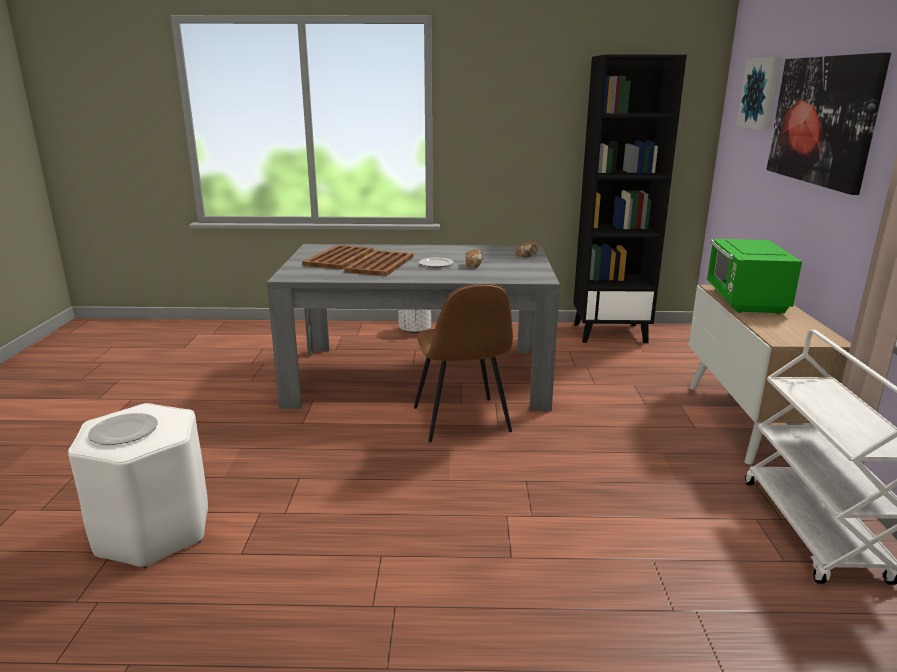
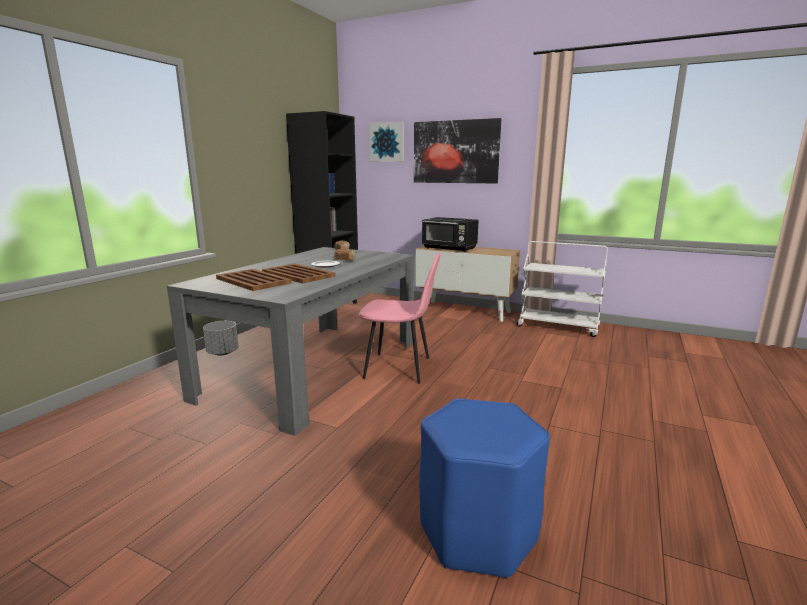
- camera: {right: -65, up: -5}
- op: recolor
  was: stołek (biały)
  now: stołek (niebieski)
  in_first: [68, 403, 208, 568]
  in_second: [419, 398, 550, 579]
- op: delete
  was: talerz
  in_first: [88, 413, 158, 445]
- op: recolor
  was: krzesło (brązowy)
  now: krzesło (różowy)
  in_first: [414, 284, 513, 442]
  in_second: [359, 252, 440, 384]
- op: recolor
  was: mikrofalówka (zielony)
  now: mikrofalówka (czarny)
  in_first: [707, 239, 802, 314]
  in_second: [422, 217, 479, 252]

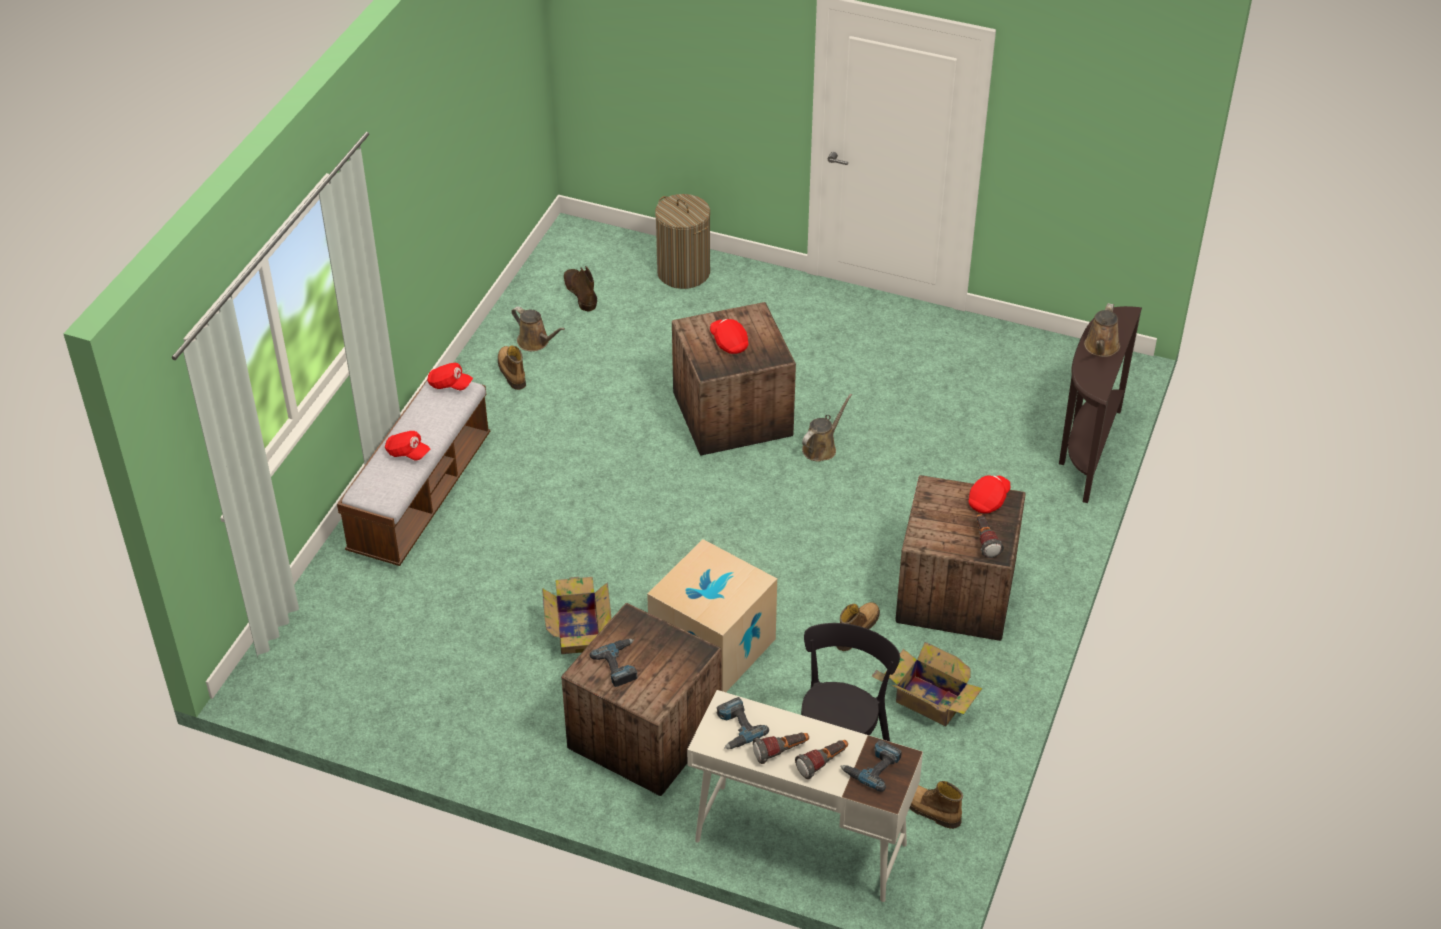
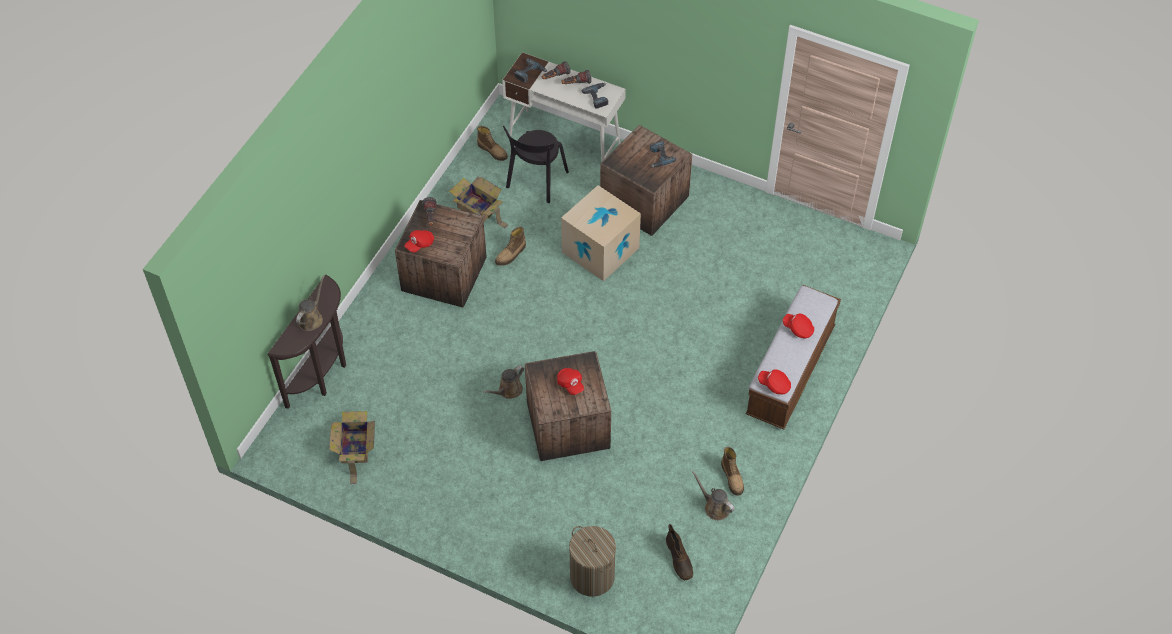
- camera: {right: -175, up: 10}
- op: move
  was: karton
  in_first: [542, 577, 612, 654]
  in_second: [329, 411, 375, 484]

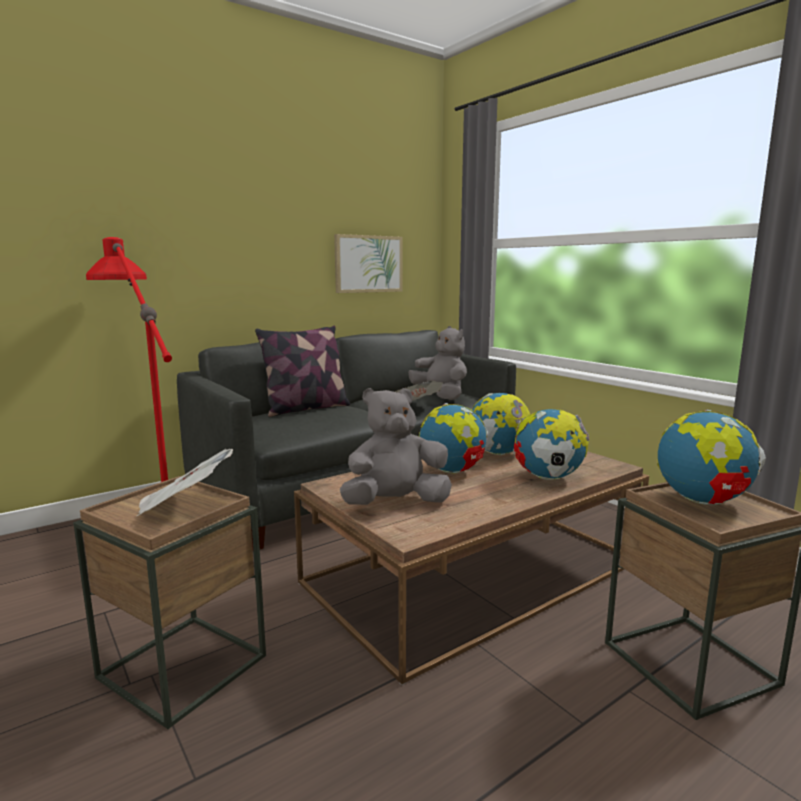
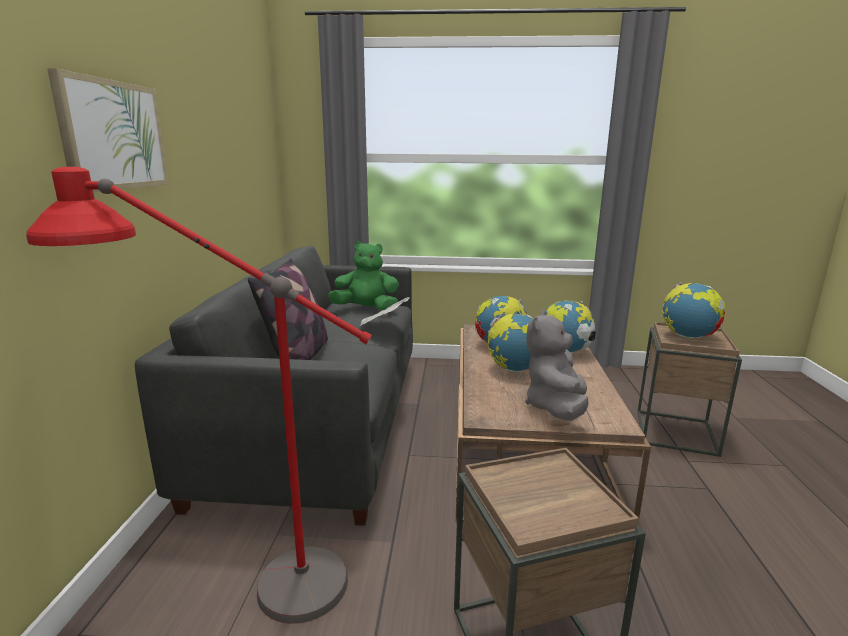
- camera: {right: -50, up: 5}
- op: delete
  was: gazeta
  in_first: [137, 449, 233, 516]
- op: move
  was: obraz
  in_first: [334, 234, 402, 293]
  in_second: [47, 68, 168, 192]
- op: recolor
  was: pluszak (szary)
  now: pluszak (zielony)
  in_first: [408, 326, 467, 400]
  in_second: [328, 241, 399, 311]

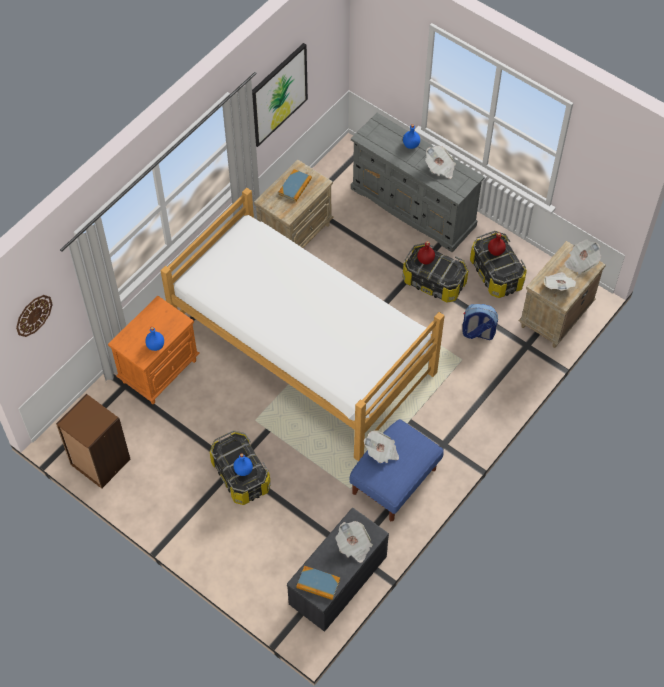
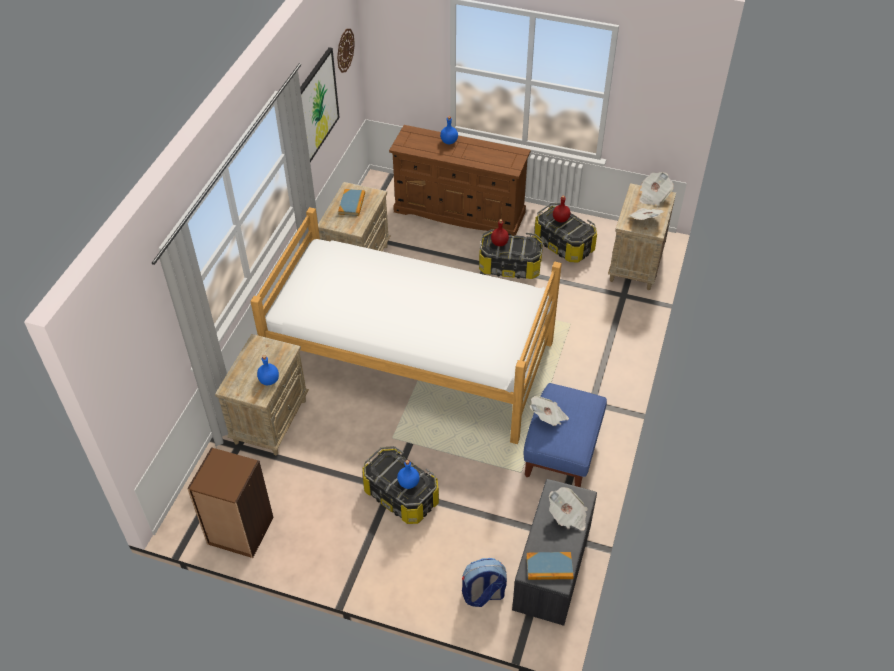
- camera: {right: -20, up: -10}
- op: move
  was: zegar ścienny
  in_first: [16, 295, 53, 337]
  in_second: [337, 29, 355, 73]
- op: recolor
  was: szafka nocna (pomarańczowy)
  now: szafka nocna (beżowy)
  in_first: [108, 296, 200, 404]
  in_second: [215, 334, 309, 456]
- op: recolor
  was: komoda (szary)
  now: komoda (brązowy)
  in_first: [351, 113, 484, 252]
  in_second: [389, 125, 531, 236]
- op: delete
  was: gazeta
  in_first: [425, 146, 456, 179]
- op: move
  was: plecak
  in_first: [462, 304, 498, 340]
  in_second: [462, 558, 507, 607]

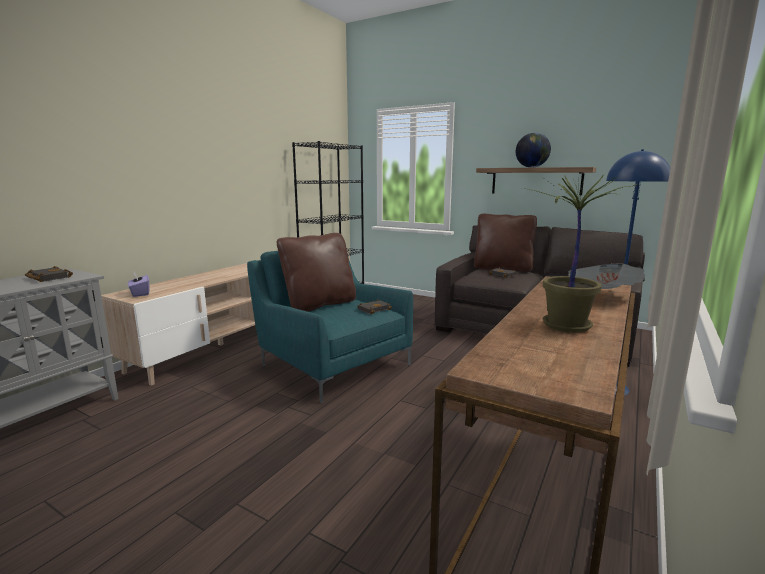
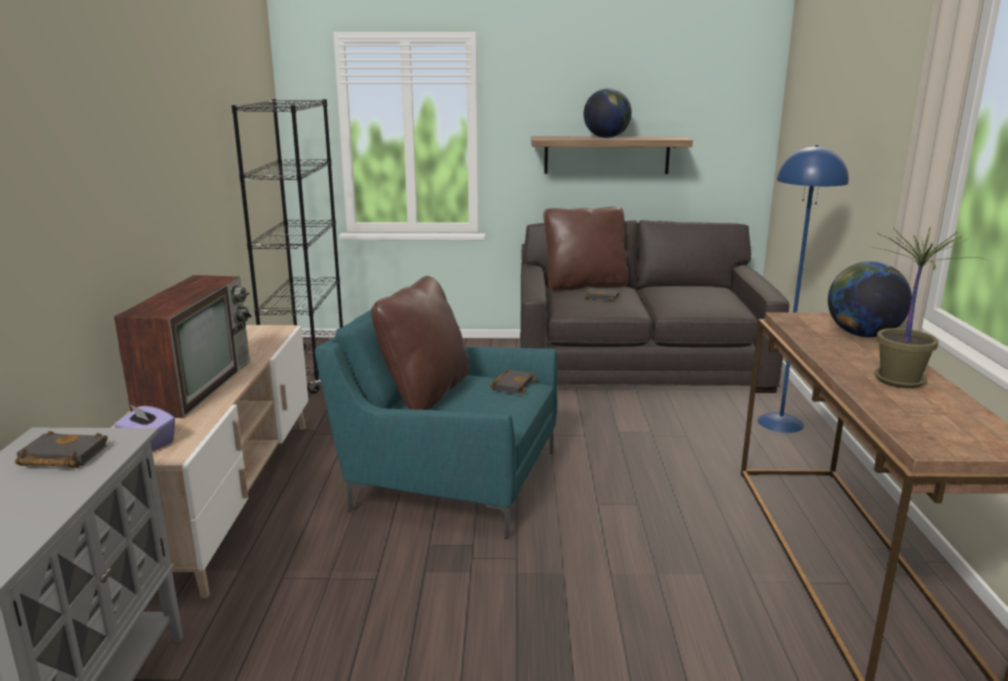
- camera: {right: -30, up: 5}
- op: replace
  was: gazeta
  now: globus
  in_first: [568, 264, 645, 289]
  in_second: [828, 261, 912, 337]
- op: insert
  now: telewizor
  in_second: [114, 275, 252, 418]

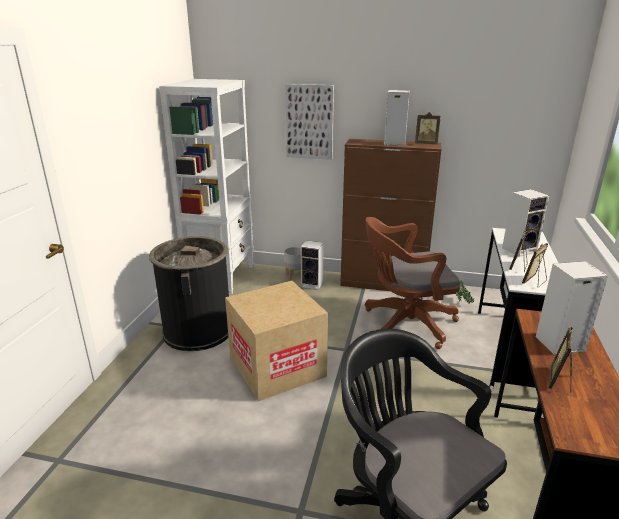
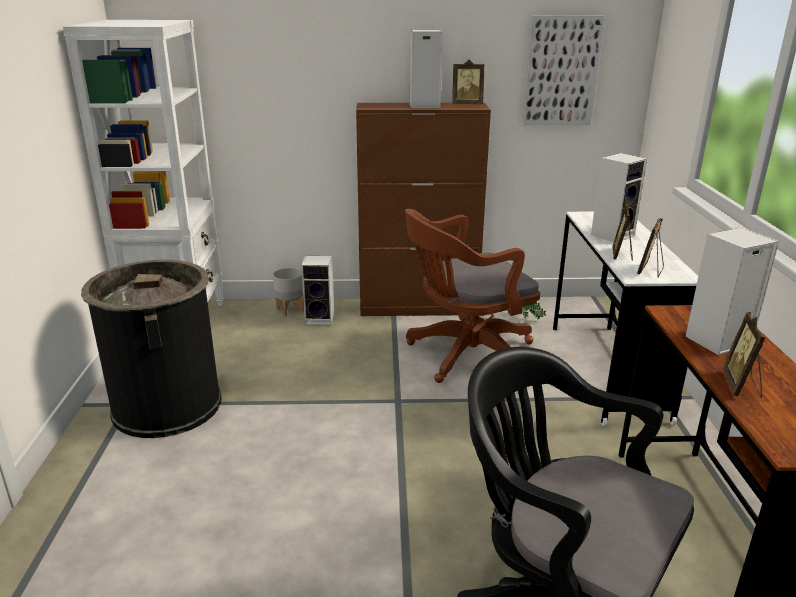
- camera: {right: -15, up: 0}
- op: delete
  was: karton
  in_first: [225, 281, 328, 401]
- op: move
  was: obraz
  in_first: [285, 84, 334, 160]
  in_second: [523, 15, 604, 126]

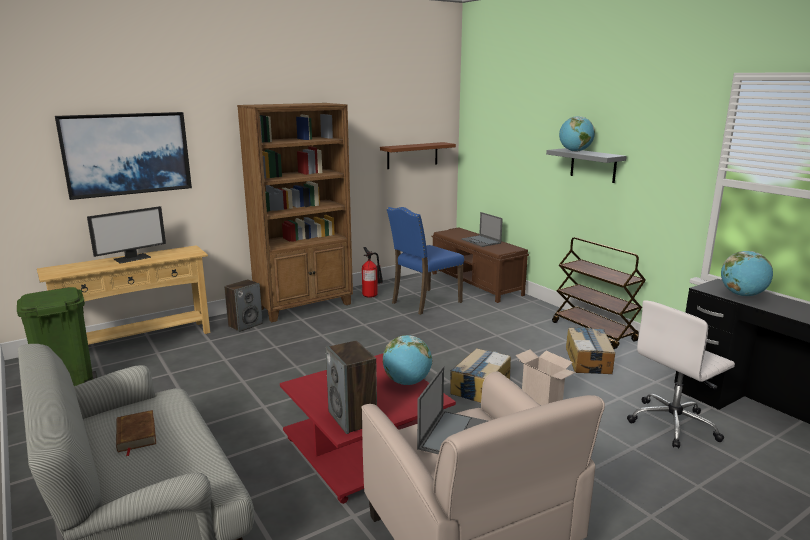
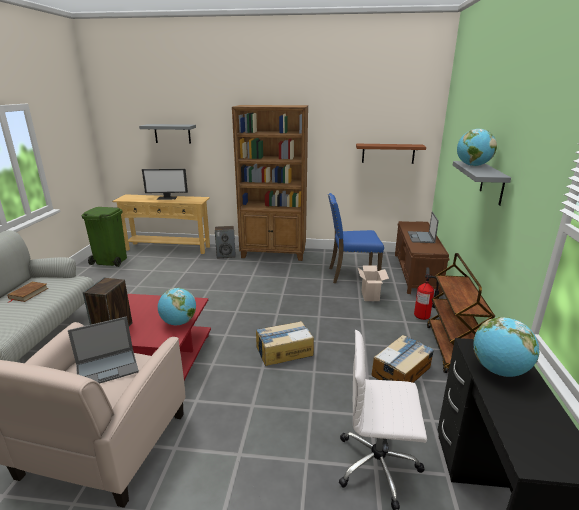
- camera: {right: 40, up: 5}
- op: replace
  was: obraz
  now: półka (szary)
  in_first: [55, 112, 192, 200]
  in_second: [139, 124, 196, 143]
- op: move
  was: gaśnica
  in_first: [362, 247, 383, 298]
  in_second: [414, 267, 439, 320]
- op: move
  was: karton
  in_first: [516, 349, 576, 405]
  in_second: [357, 265, 389, 301]

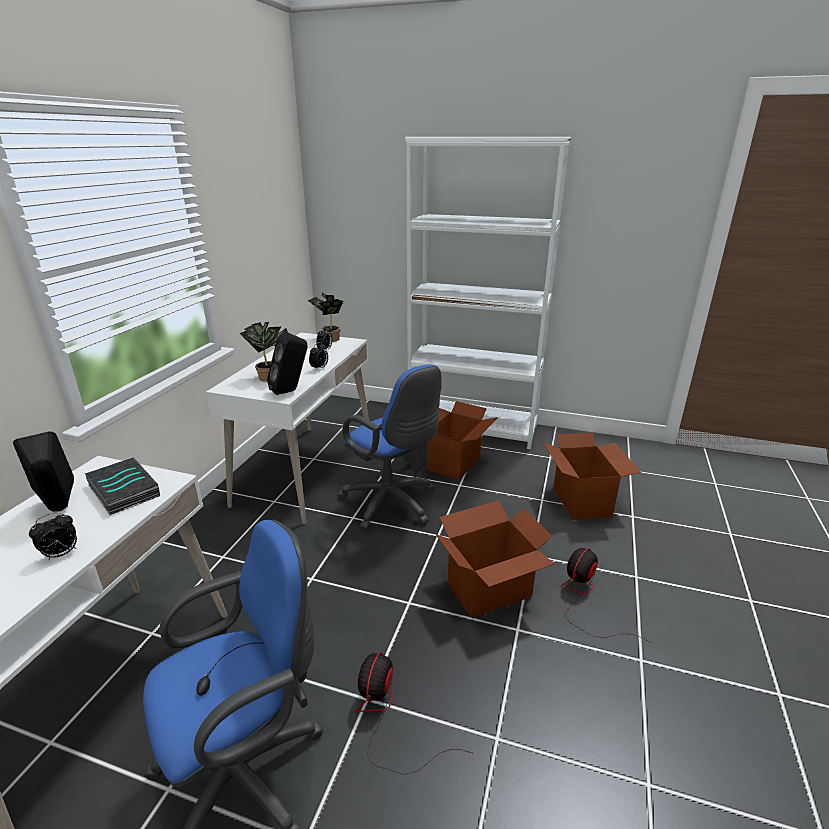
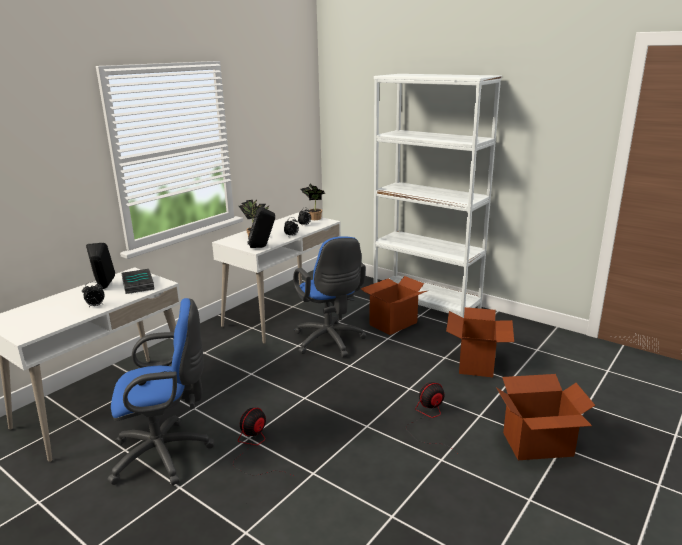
- camera: {right: 20, up: -5}
- op: move
  was: karton
  in_first: [436, 500, 554, 619]
  in_second: [496, 374, 596, 460]

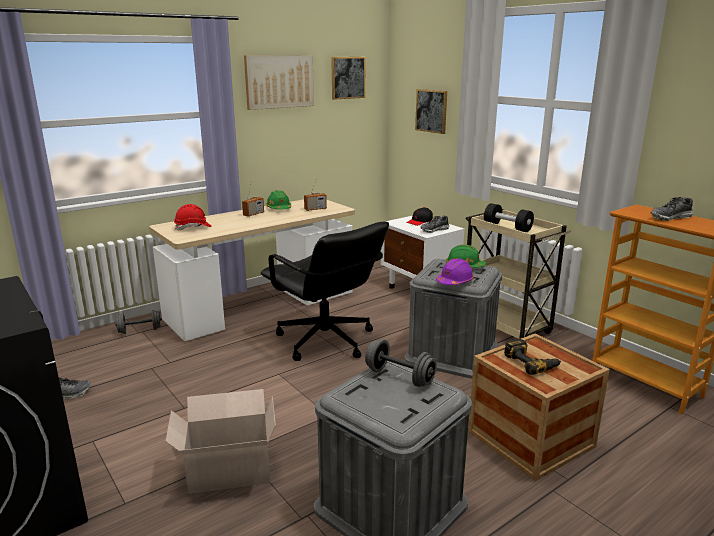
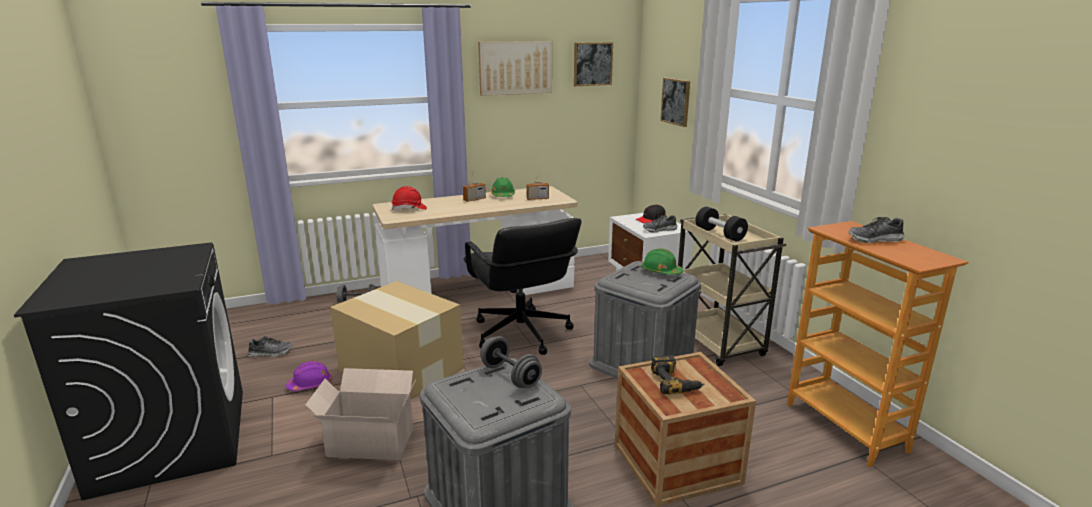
- camera: {right: 15, up: 0}
- op: move
  was: kask (fioletowy)
  in_first: [436, 258, 474, 285]
  in_second: [286, 361, 332, 391]
- op: insert
  now: karton
  in_second: [330, 281, 464, 399]

